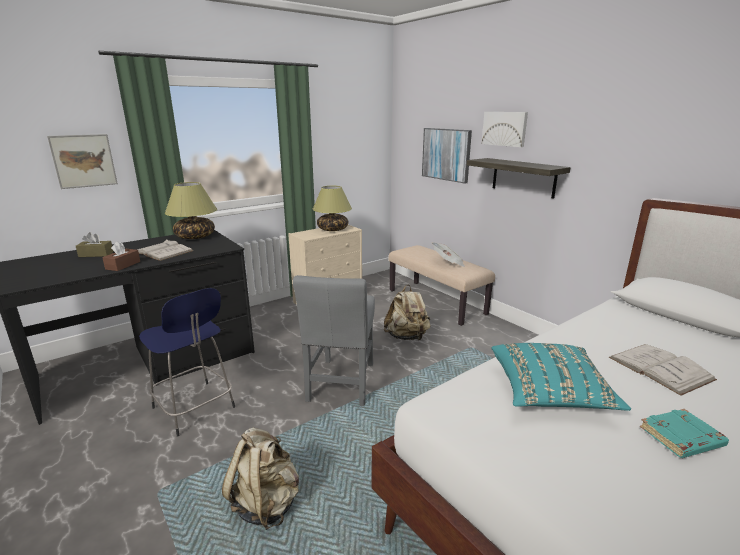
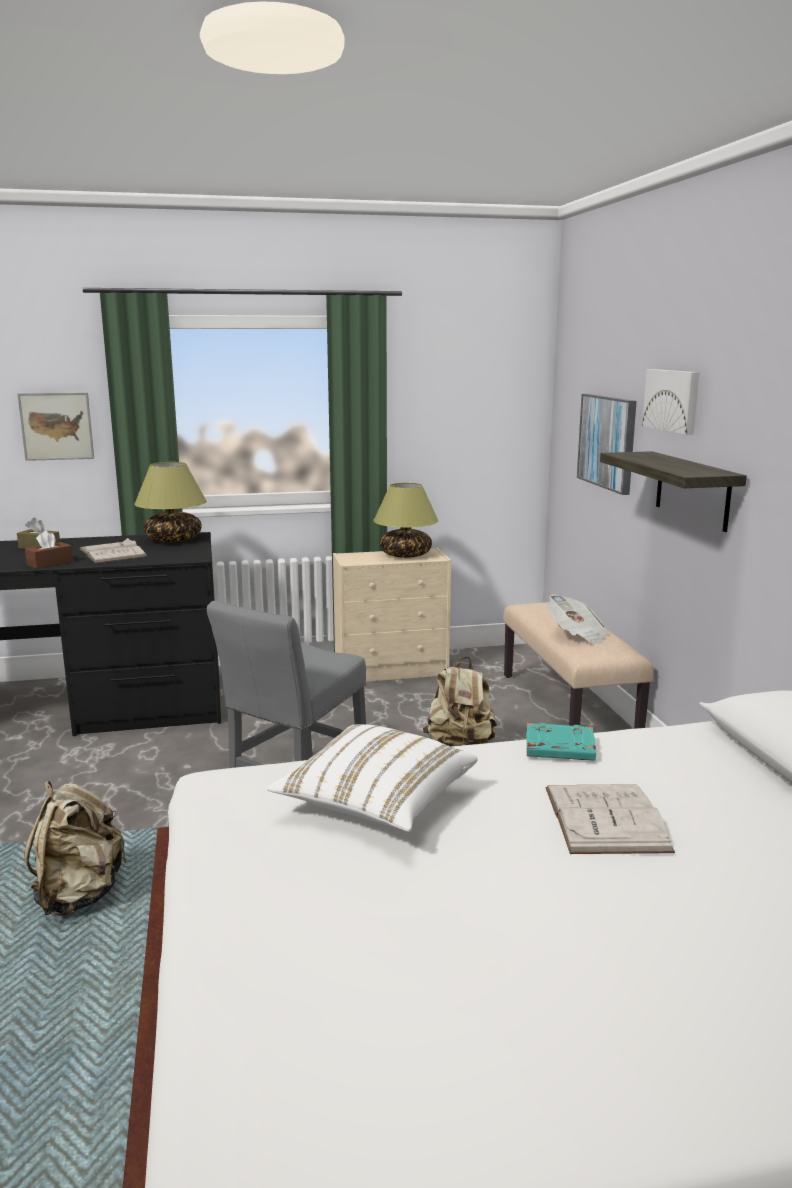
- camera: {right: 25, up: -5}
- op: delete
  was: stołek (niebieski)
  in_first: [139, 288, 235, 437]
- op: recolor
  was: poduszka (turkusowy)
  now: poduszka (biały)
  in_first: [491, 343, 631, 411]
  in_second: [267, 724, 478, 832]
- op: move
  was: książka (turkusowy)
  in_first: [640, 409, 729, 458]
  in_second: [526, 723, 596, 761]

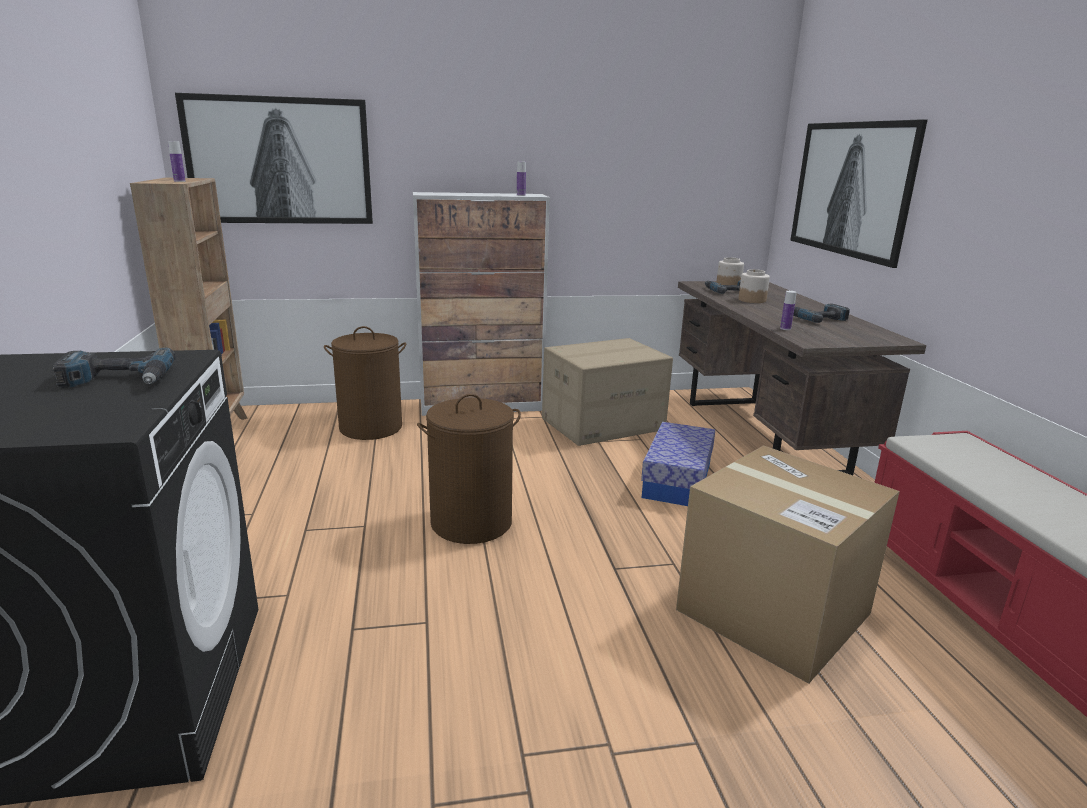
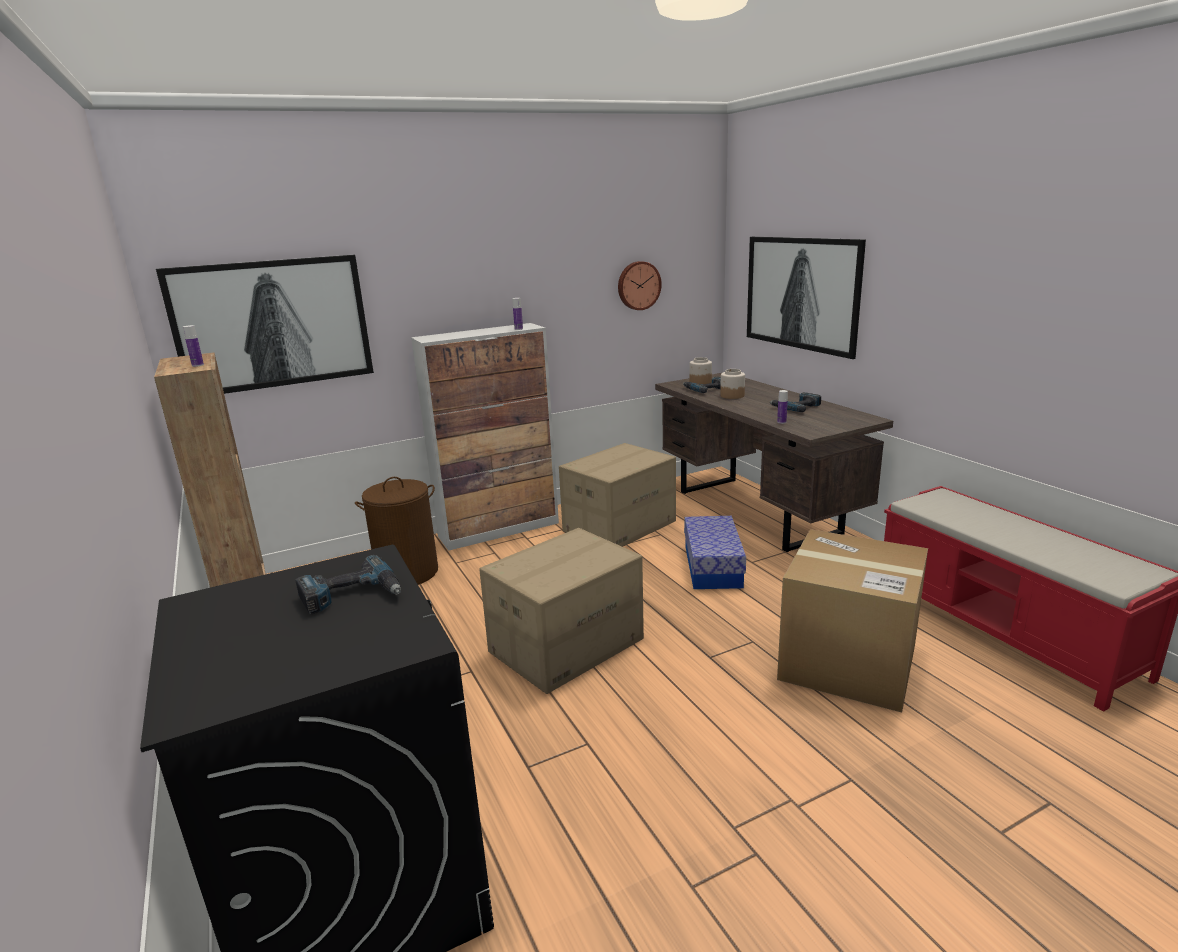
- camera: {right: -15, up: 0}
- op: replace
  was: kosz na pranie (brązowy)
  now: karton
  in_first: [417, 394, 521, 544]
  in_second: [479, 528, 644, 694]
- op: insert
  now: zegar ścienny
  in_second: [618, 261, 662, 310]

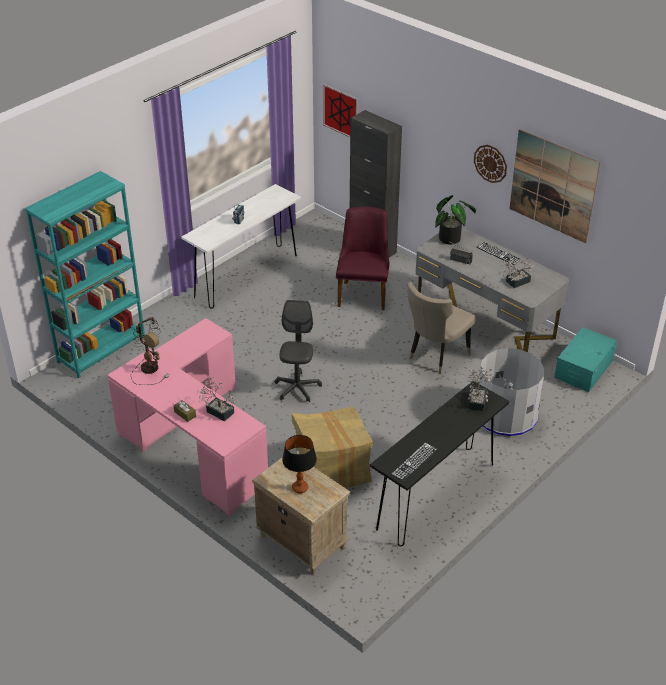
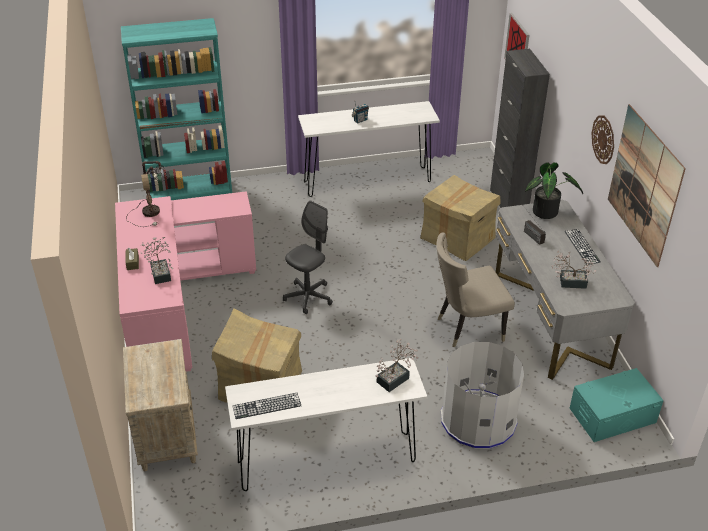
- camera: {right: 35, up: 0}
- op: delete
  was: lampa stołowa
  in_first: [282, 435, 317, 493]
- op: replace
  was: krzesło (fioletowy)
  now: karton
  in_first: [336, 207, 389, 310]
  in_second: [420, 175, 501, 261]
- op: recolor
  was: stolik konsolowy (czarny)
  now: stolik konsolowy (biały)
  in_first: [370, 381, 510, 546]
  in_second: [225, 357, 427, 491]

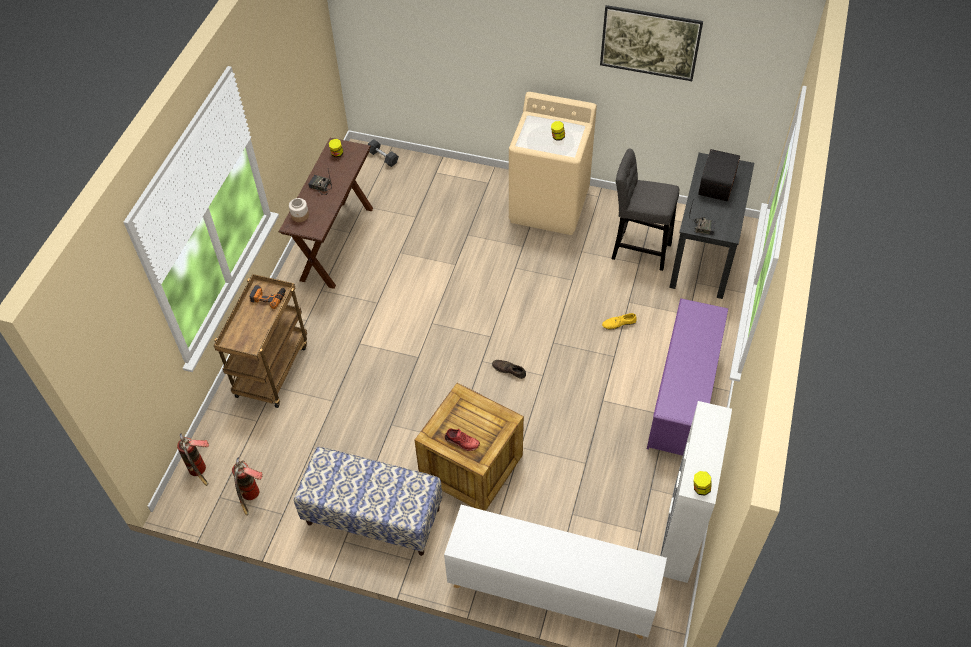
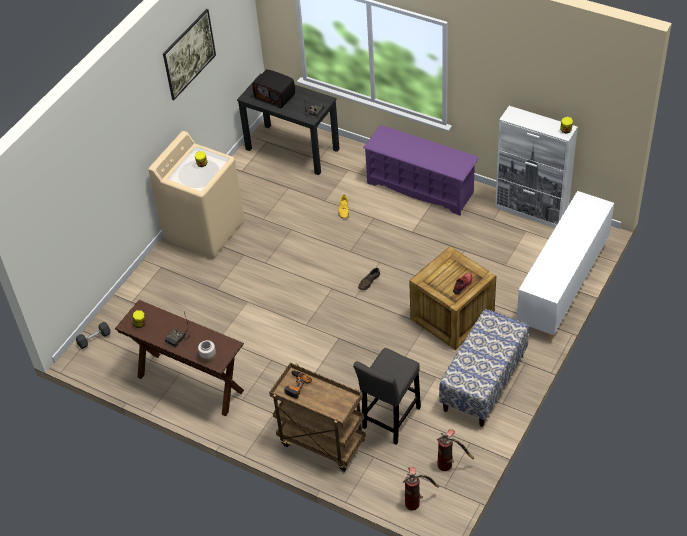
- camera: {right: -75, up: -5}
- op: move
  was: stołek (szary)
  in_first: [611, 148, 679, 271]
  in_second: [353, 348, 421, 445]

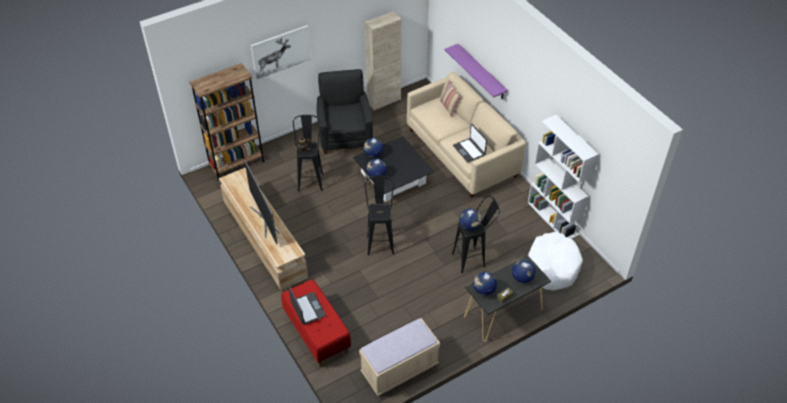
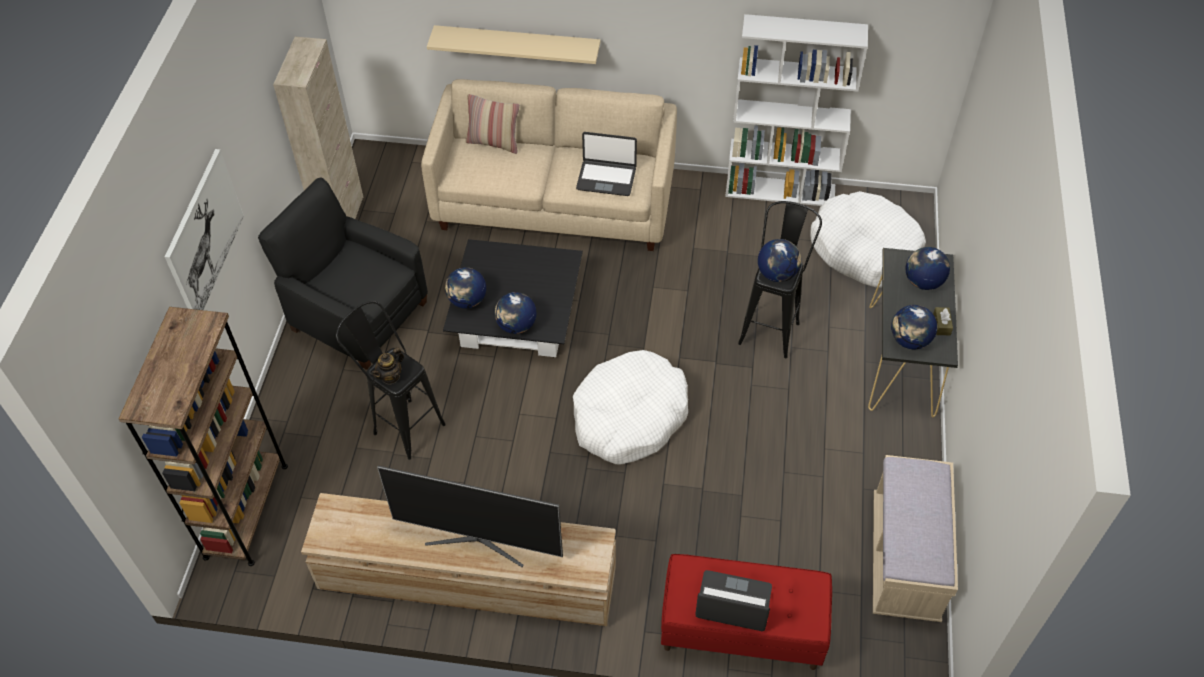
- camera: {right: -50, up: 5}
- op: replace
  was: stołek (czarny)
  now: legowisko (biały)
  in_first: [364, 176, 394, 255]
  in_second: [573, 350, 688, 465]
- op: recolor
  was: półka (fioletowy)
  now: półka (beżowy)
  in_first: [444, 44, 508, 99]
  in_second: [427, 25, 600, 64]

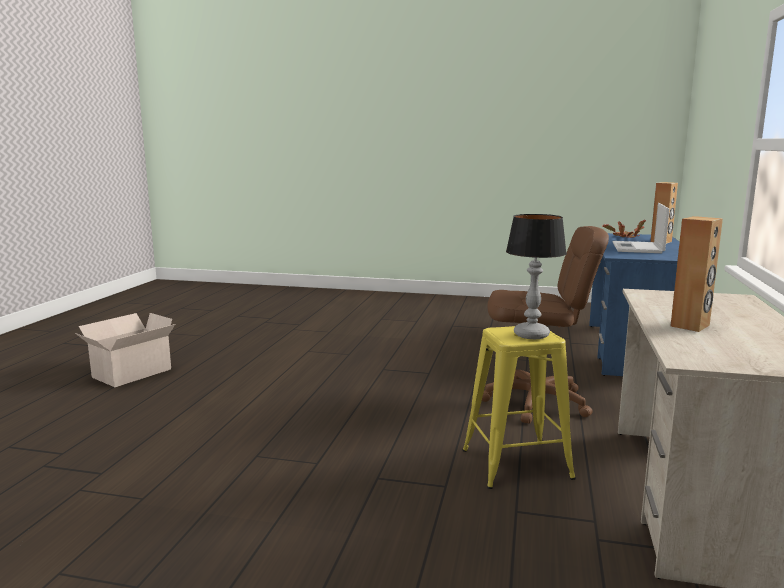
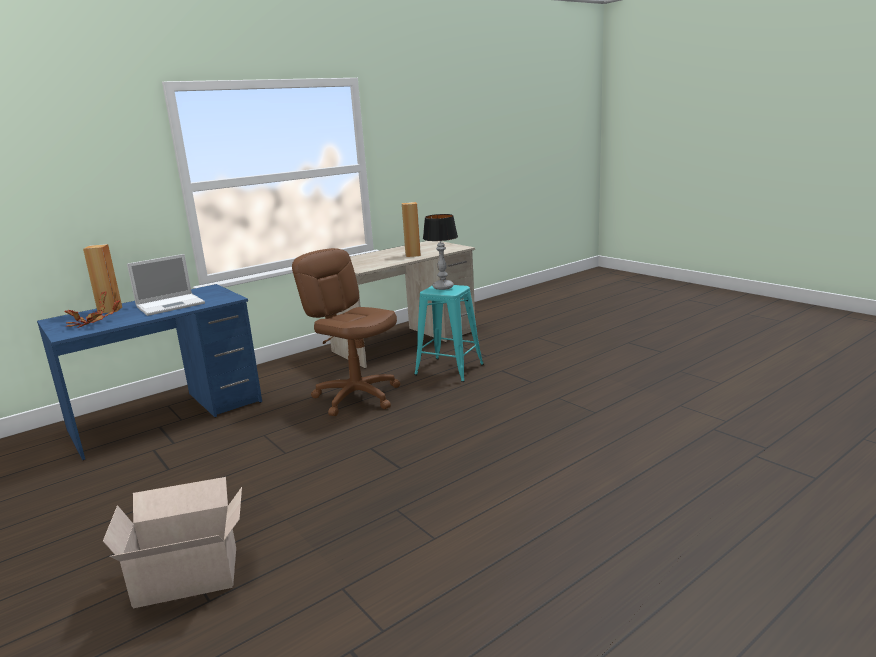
- camera: {right: -140, up: 5}
- op: move
  was: karton
  in_first: [75, 313, 175, 387]
  in_second: [103, 477, 242, 608]
- op: recolor
  was: stołek (żółty)
  now: stołek (turkusowy)
  in_first: [463, 326, 576, 489]
  in_second: [414, 285, 484, 382]

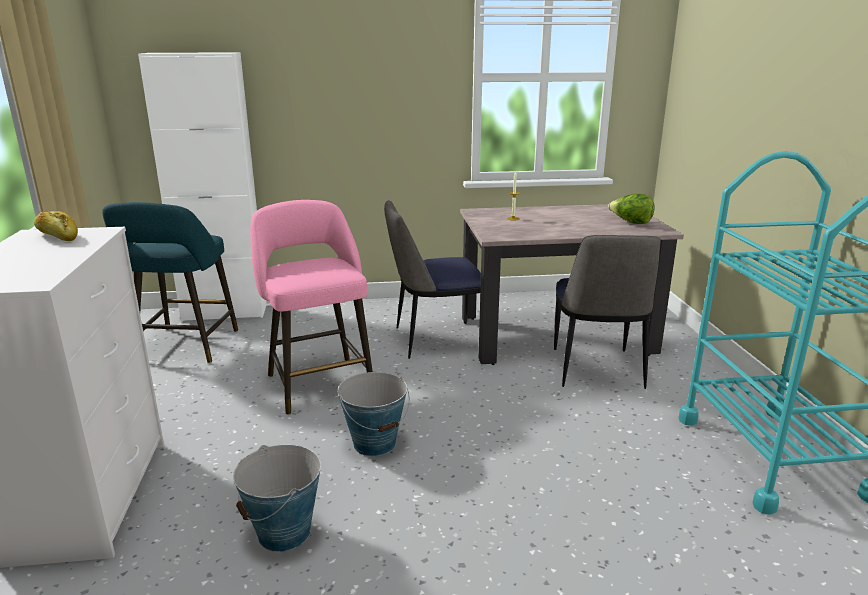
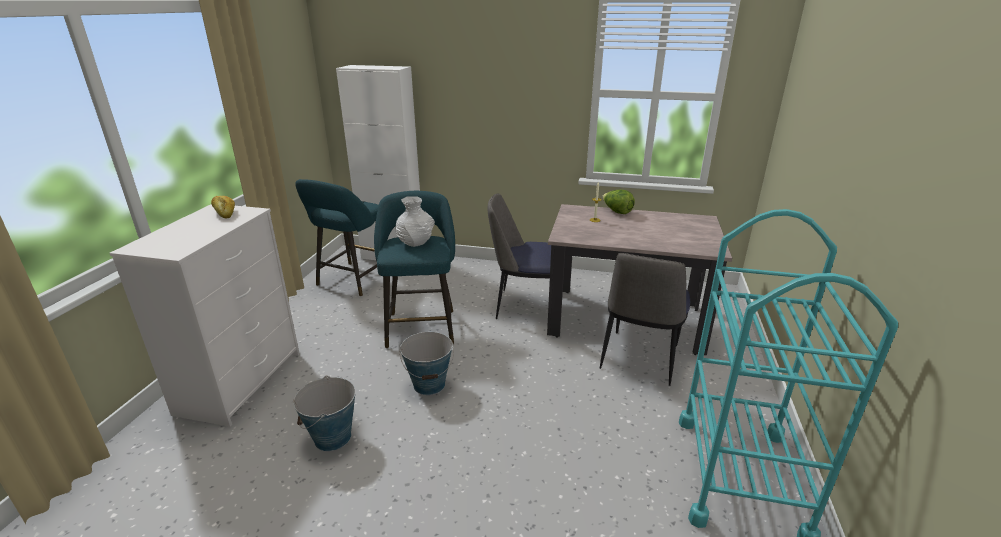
- camera: {right: 20, up: 5}
- op: recolor
  was: stołek (różowy)
  now: stołek (turkusowy)
  in_first: [250, 200, 373, 415]
  in_second: [374, 191, 455, 349]
- op: move
  was: sałata
  in_first: [608, 193, 655, 224]
  in_second: [602, 190, 635, 214]
- op: insert
  now: wazon (biały)
  in_second: [396, 197, 435, 247]

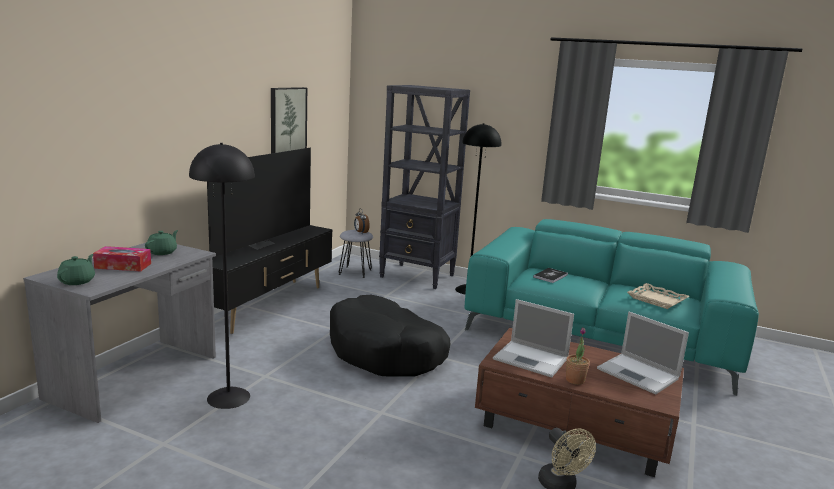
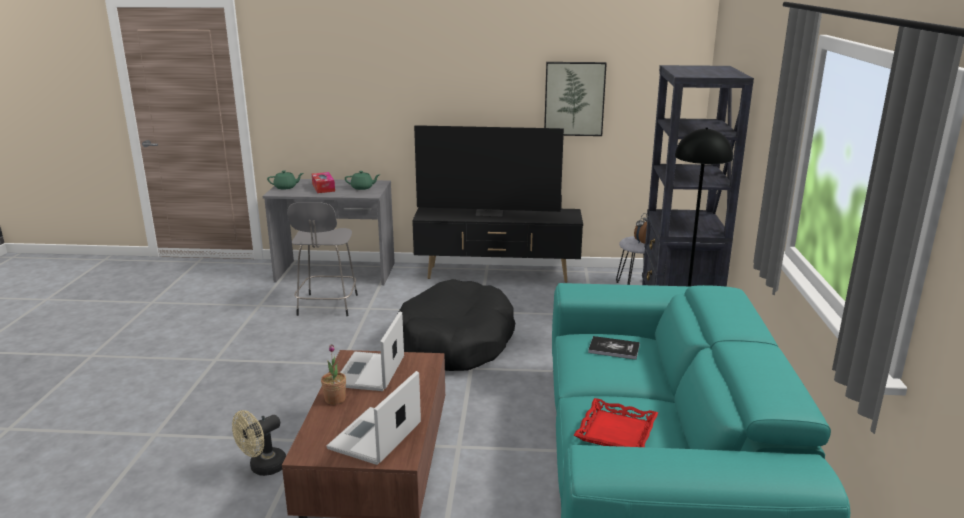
- camera: {right: 70, up: 5}
- op: replace
  was: lampa stojąca (czarny)
  now: stołek (szary)
  in_first: [189, 143, 255, 409]
  in_second: [287, 202, 358, 316]
- op: recolor
  was: taca (beżowy)
  now: taca (czerwony)
  in_first: [627, 283, 690, 309]
  in_second: [574, 398, 658, 447]

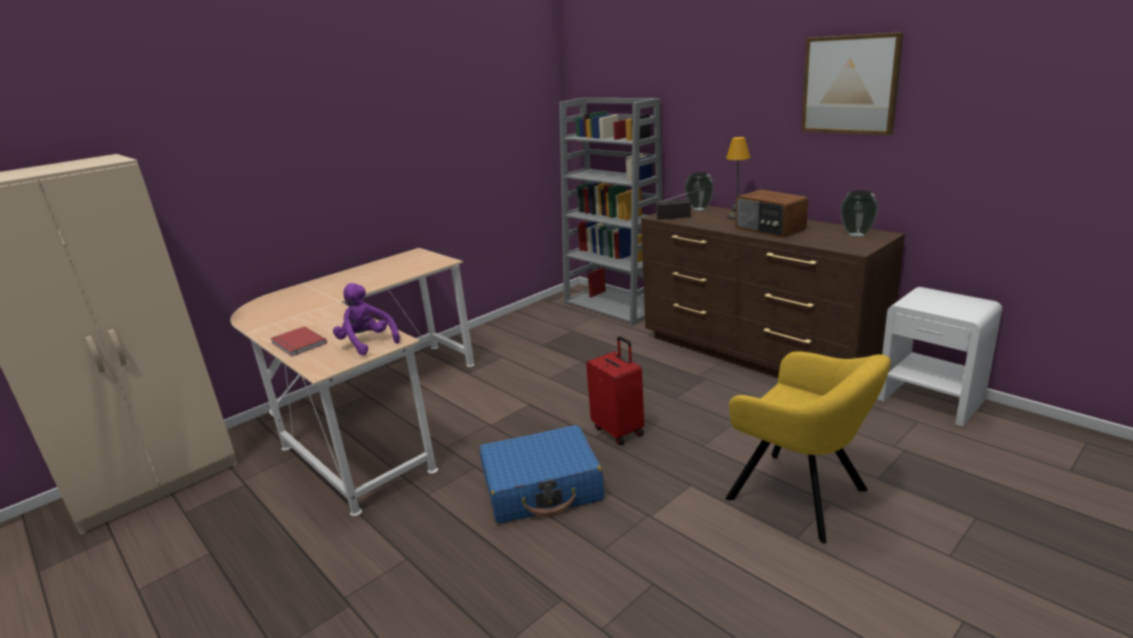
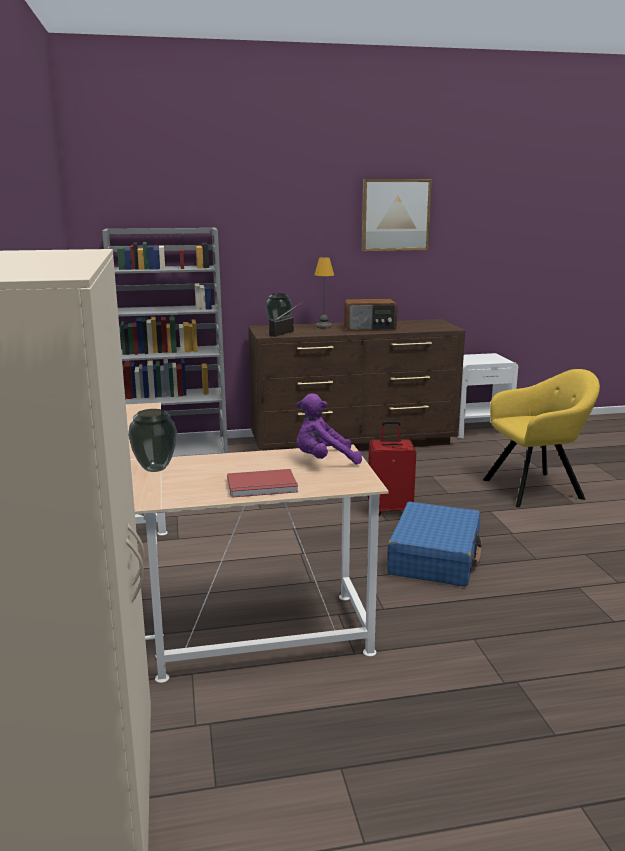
- camera: {right: -60, up: -5}
- op: move
  was: wazon
  in_first: [840, 190, 879, 237]
  in_second: [128, 409, 177, 472]

